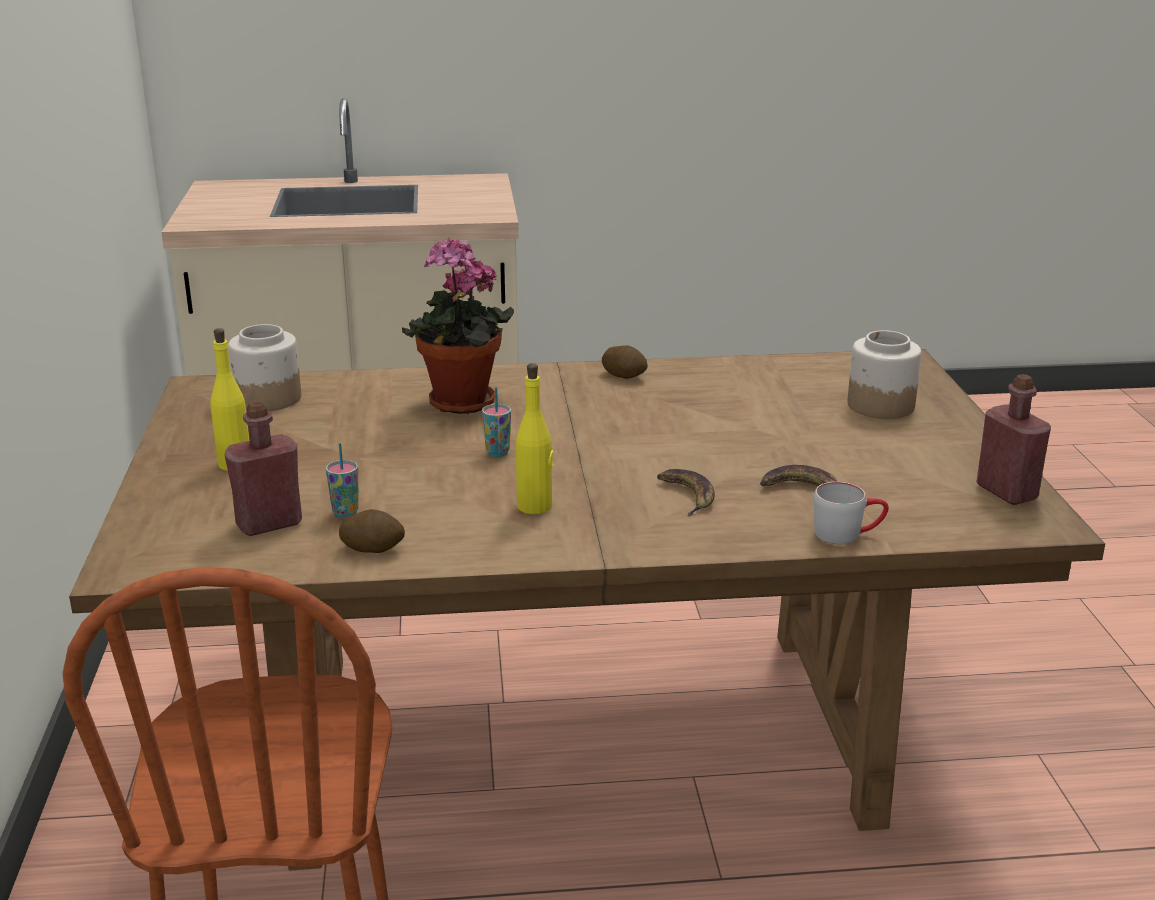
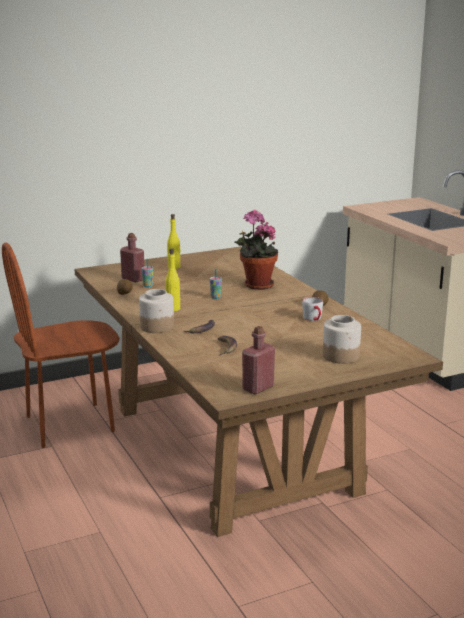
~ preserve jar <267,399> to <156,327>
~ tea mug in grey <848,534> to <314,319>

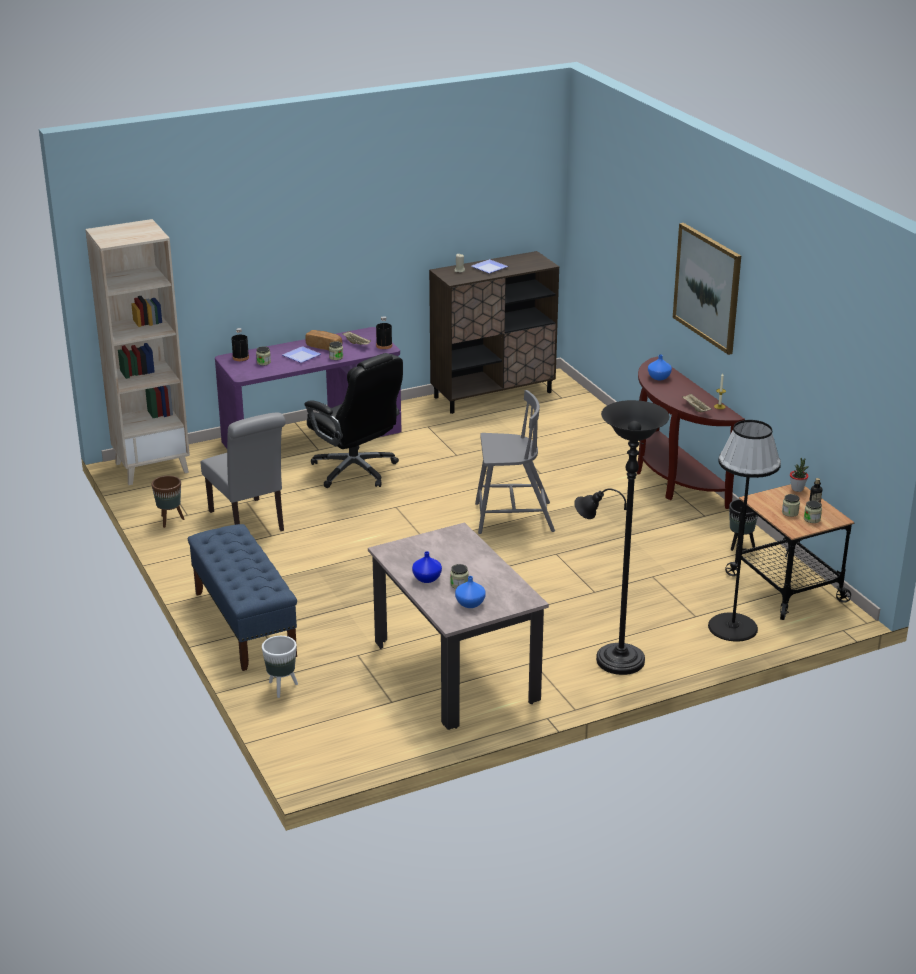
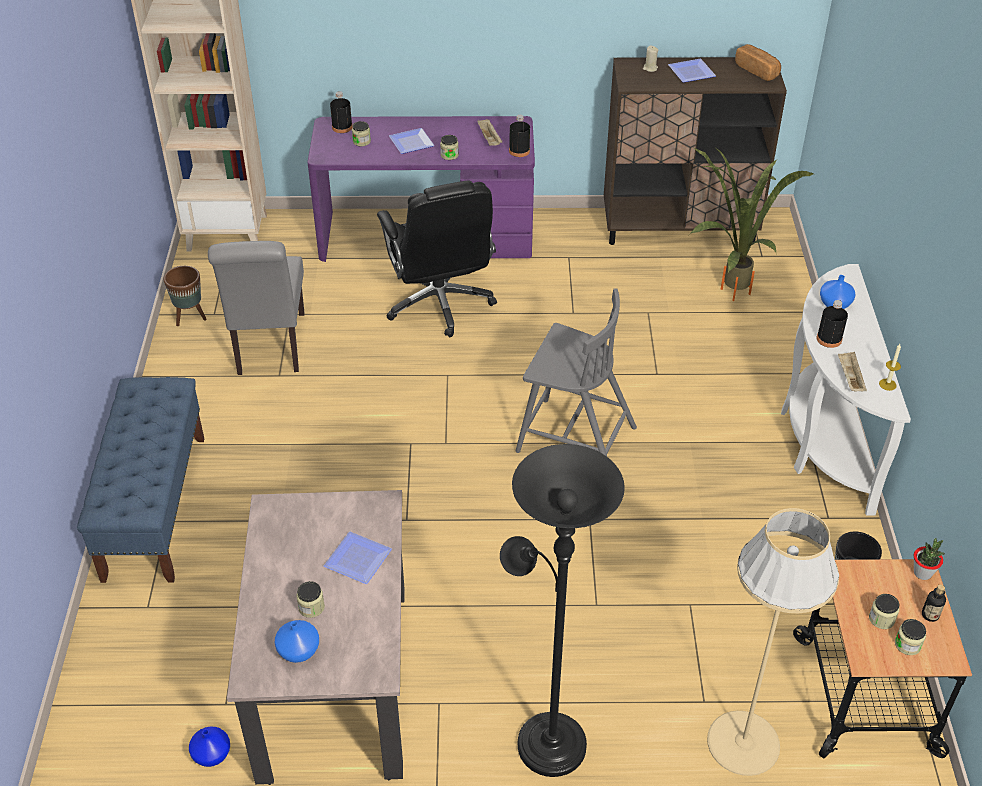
~ vase in bluish <427,579> to <211,755>
+ flat dish <360,559>
+ plant in a pot <726,292>
~ standing lamp in black <733,627> to standing lamp in beige-coloured <743,743>
~ bread <324,347> to <757,70>
~ hall table in brownish <673,480> to hall table in whitish <824,439>
+ bottle in black <829,339>
- plant pot in whitish <281,688>
- wall art <707,287>

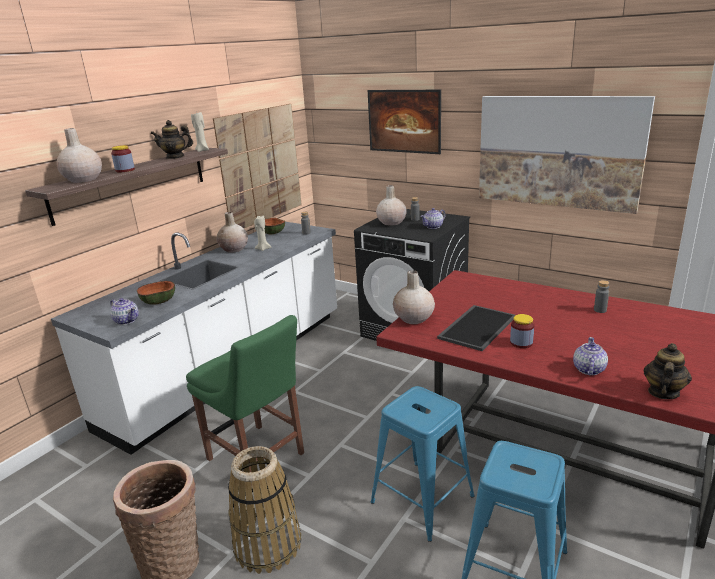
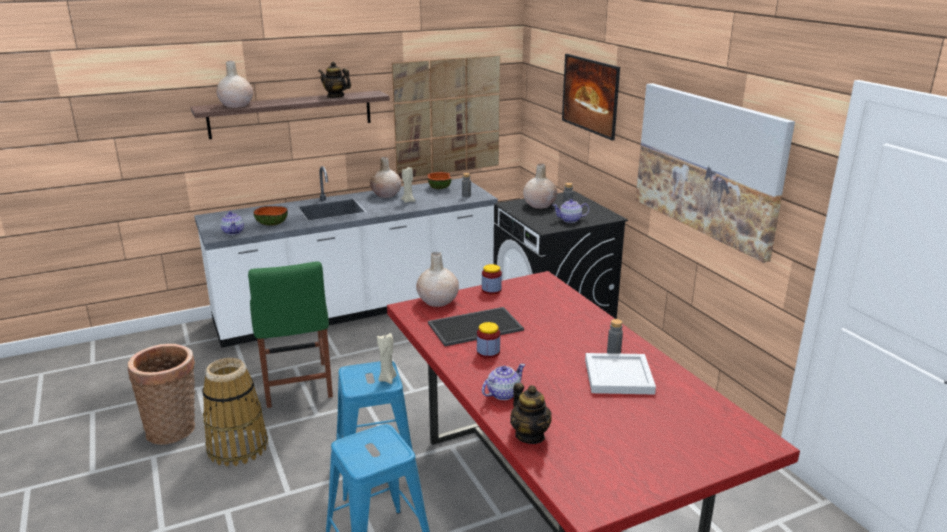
~ wax candle in beige-coloured <203,150> to <388,379>
~ preserve jar <125,170> to <491,290>
~ teapot <663,392> = <530,435> 90 degrees clockwise
+ carrying tray in whitish <617,377>

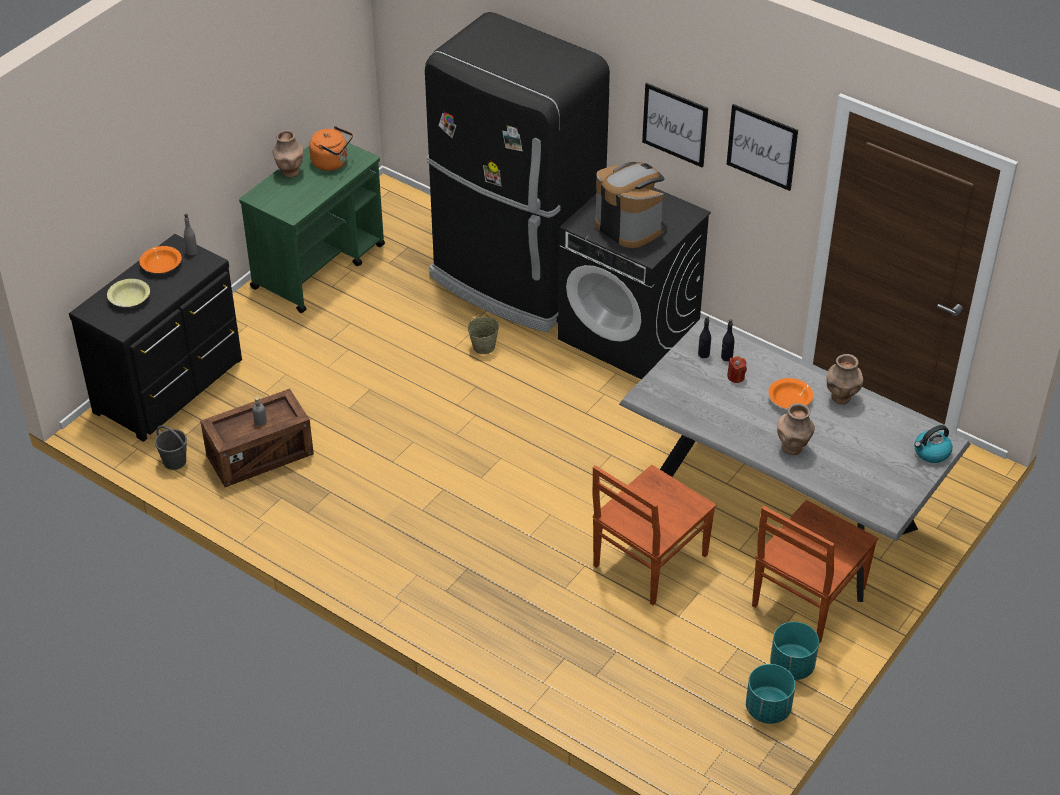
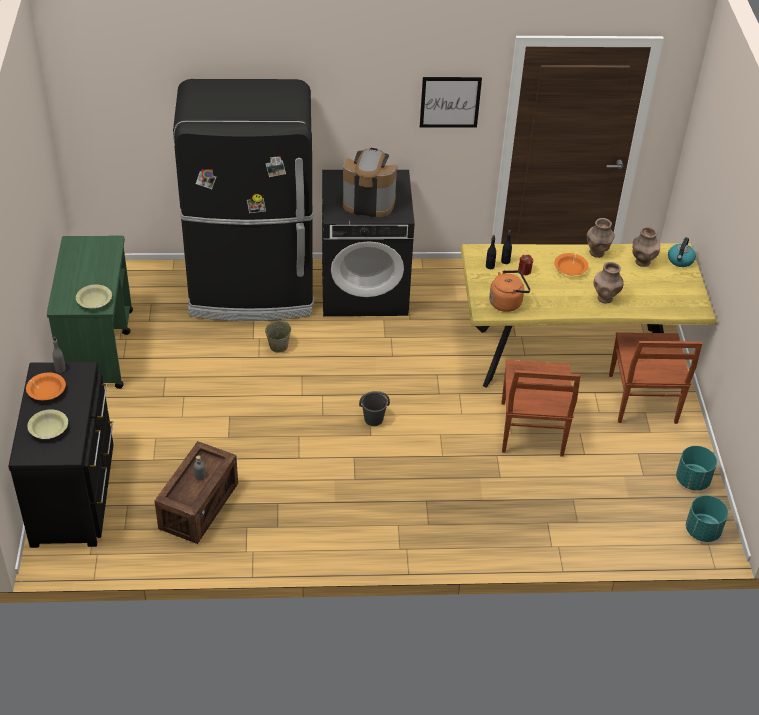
+ deep dish in yellow <94,301>
~ pail in grey <174,461> to <373,419>
~ kitchen table in grey <781,509> to kitchen table in yellow <571,353>
~ water kettle in orangey <332,163> to <507,302>
~ vase in brownish <290,172> to <642,262>
~ plant pot in turquoise-coloured <791,666> to <702,531>
- wall art <675,124>

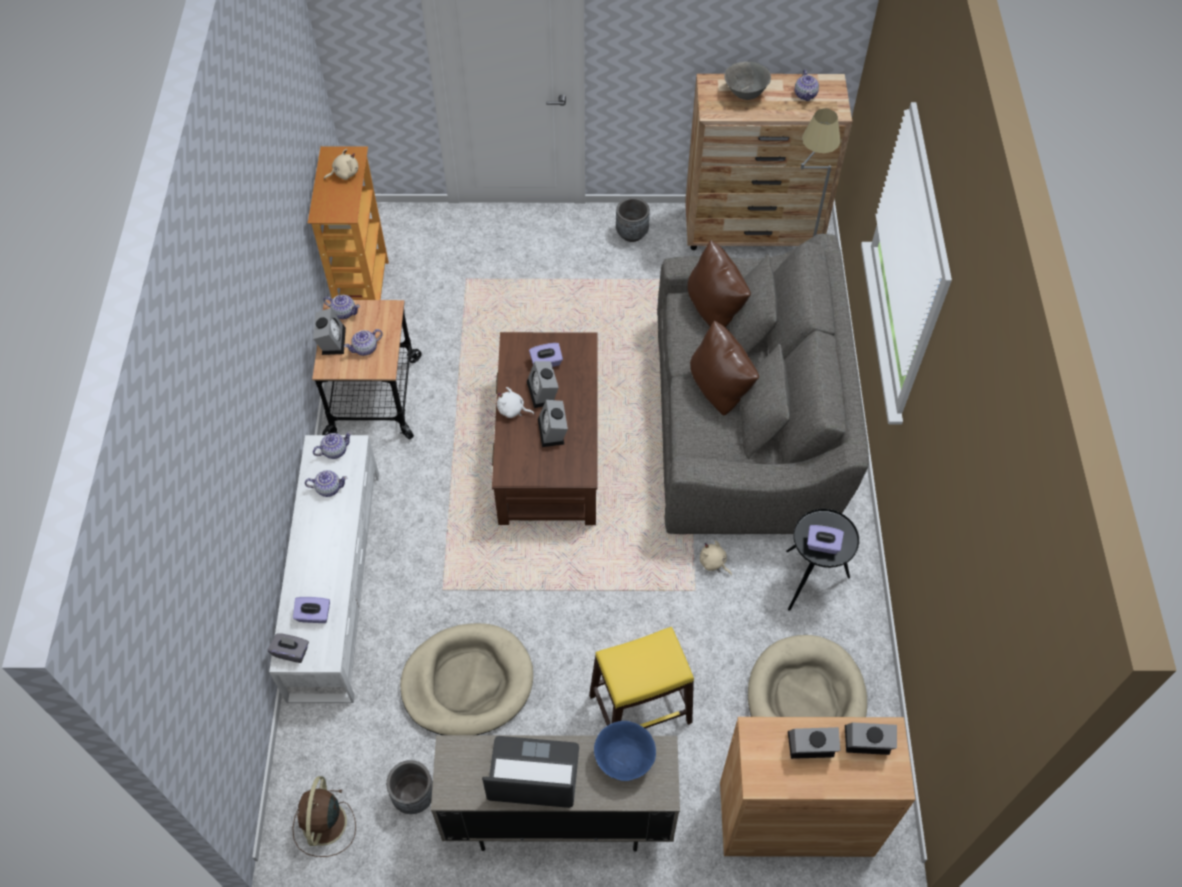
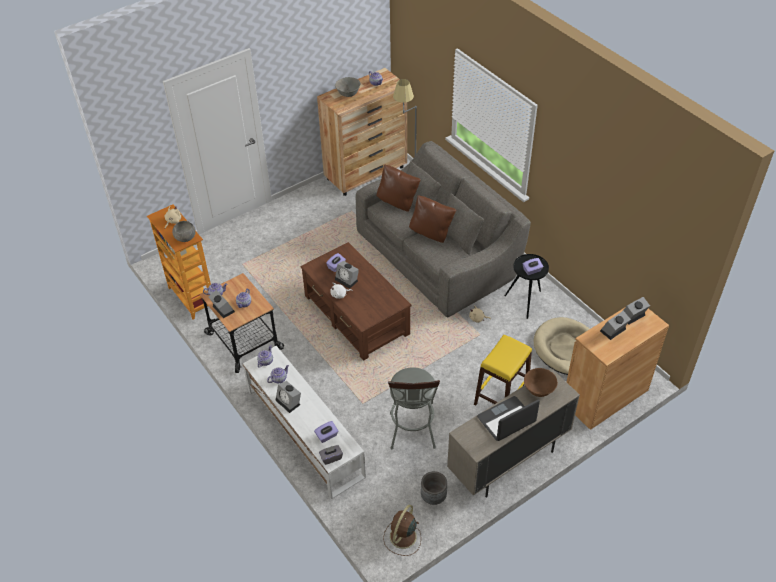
+ deep dish in grey <185,237>
~ bedside clock <553,432> to <289,402>
~ cooling fan in brownish <324,825> = <402,537> 60 degrees clockwise
~ dog bed in beige-coloured <467,682> to sitting stool in grey <412,434>
~ deep dish in bluish <624,759> to deep dish in brownish <539,390>
- plant pot in grey <632,233>

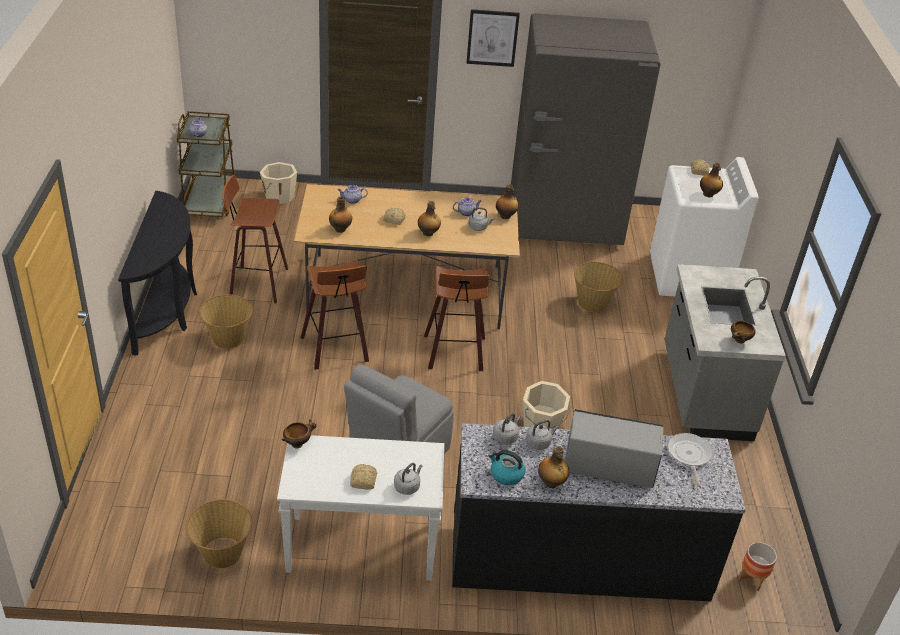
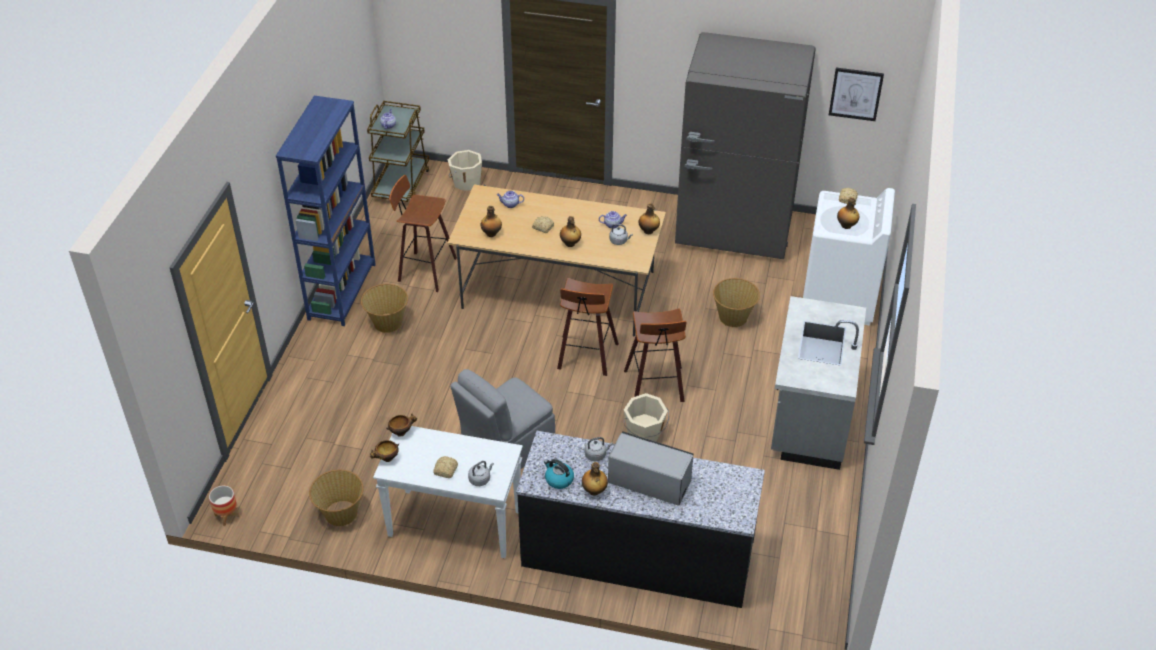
~ plant pot <752,579> to <227,516>
~ hall table in black <168,310> to shelving unit in bluish <342,291>
~ deep dish <739,341> to <387,459>
~ sitting stool <337,350> to <656,387>
~ wall art <492,38> to <855,94>
- water kettle in grey <506,437>
- skillet <689,455>

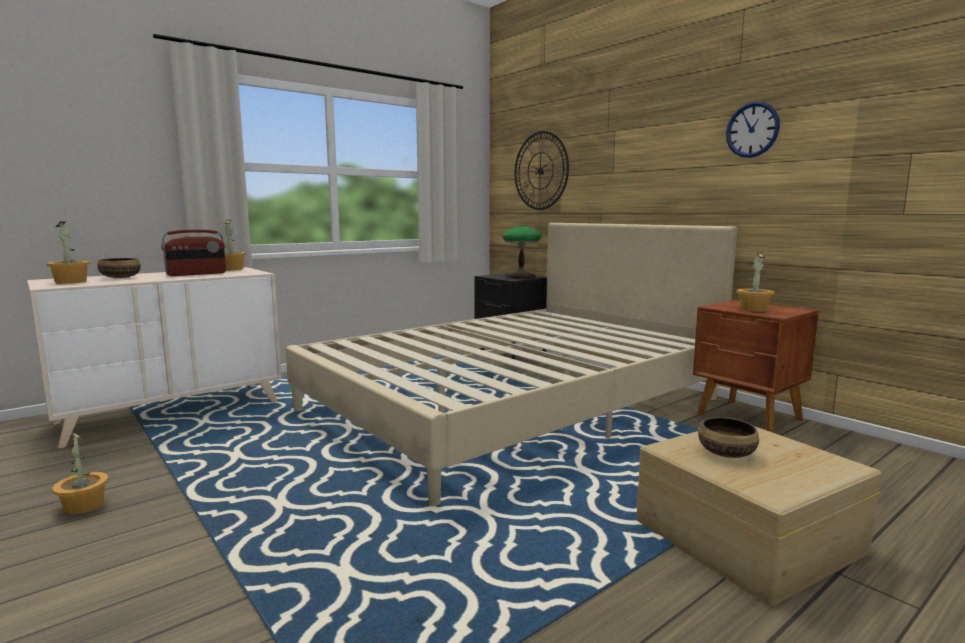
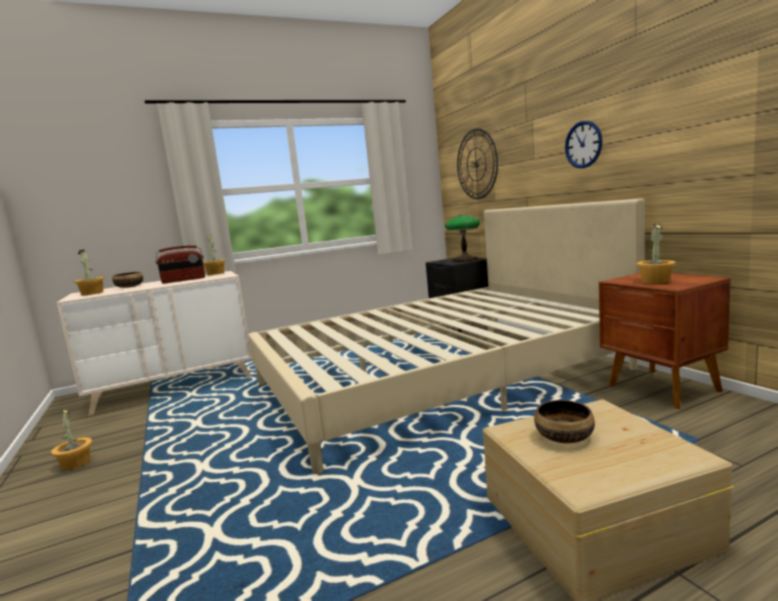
~ wall clock <752,130> to <583,144>

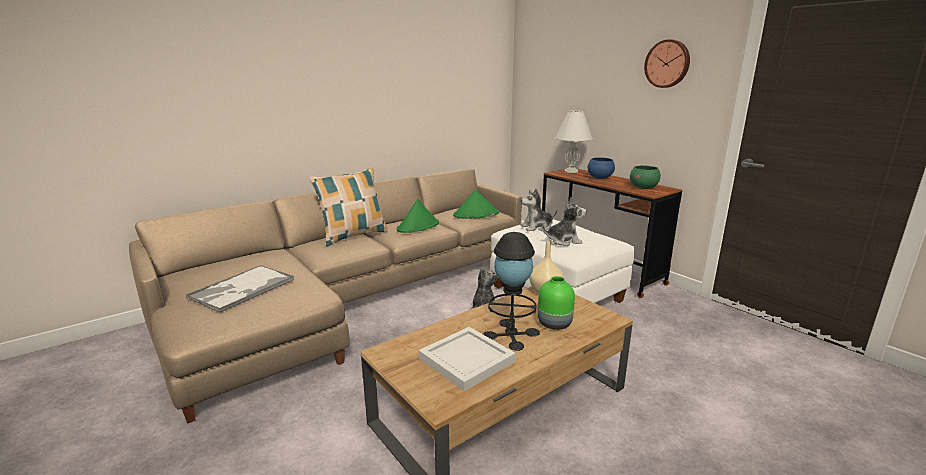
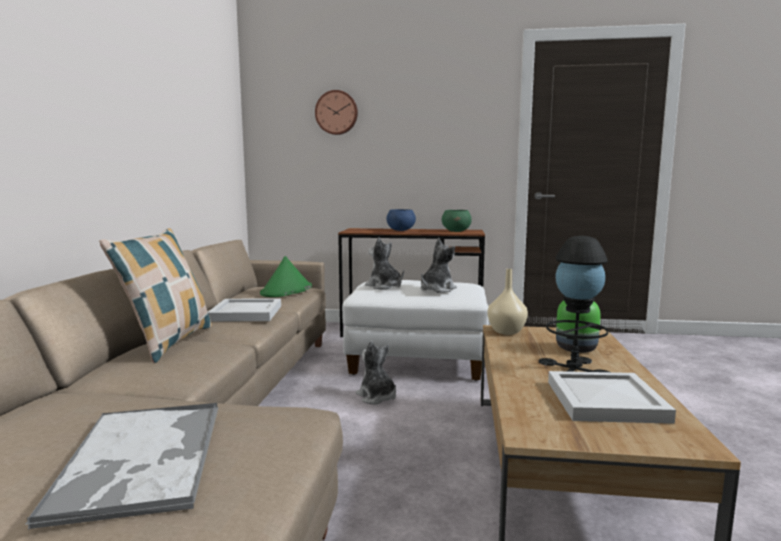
~ hat in greenish <418,226> to carrying tray in whitish <245,313>
~ wall clock <667,64> to <336,113>
~ soft toy <537,227> = <384,286> 105 degrees clockwise
- table lamp in whitish <571,171>

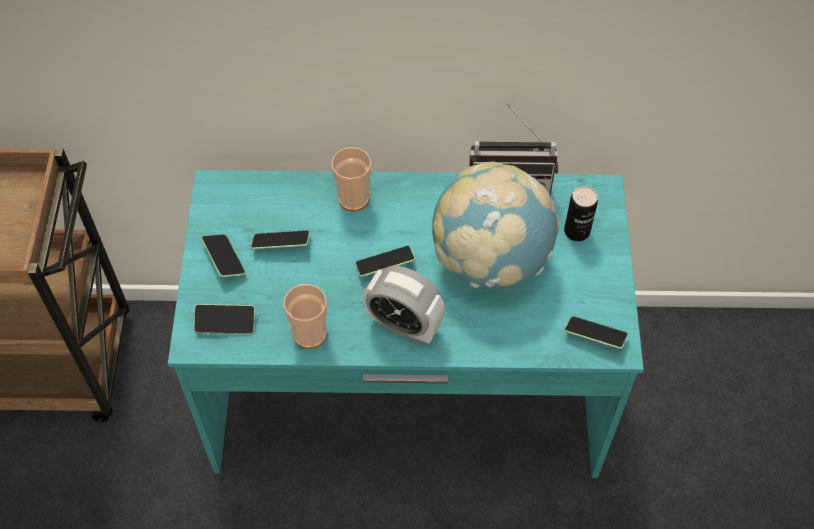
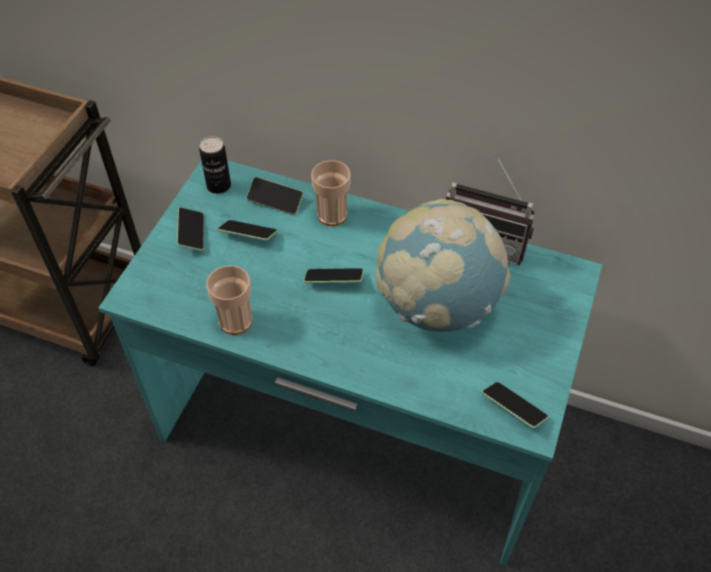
~ can <577,231> to <219,186>
~ phone <225,323> to <275,201>
- bedside clock <404,325>

